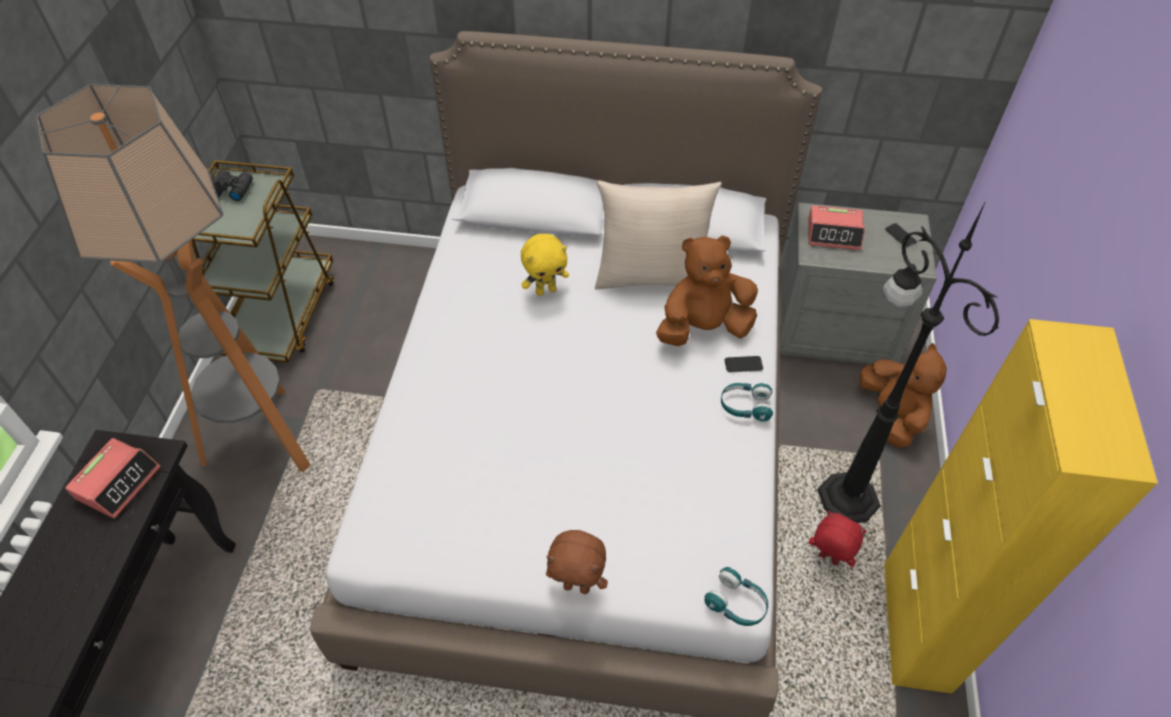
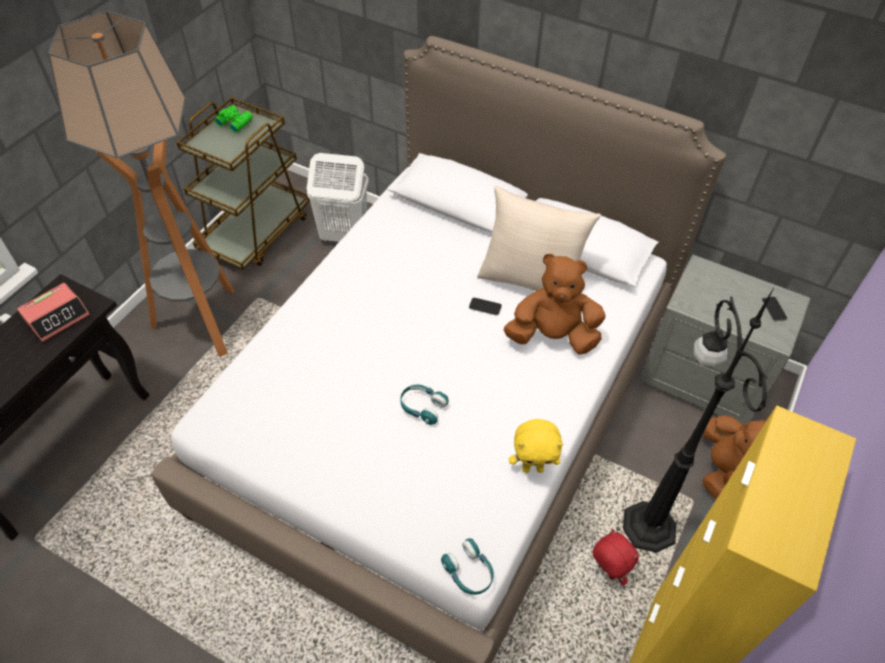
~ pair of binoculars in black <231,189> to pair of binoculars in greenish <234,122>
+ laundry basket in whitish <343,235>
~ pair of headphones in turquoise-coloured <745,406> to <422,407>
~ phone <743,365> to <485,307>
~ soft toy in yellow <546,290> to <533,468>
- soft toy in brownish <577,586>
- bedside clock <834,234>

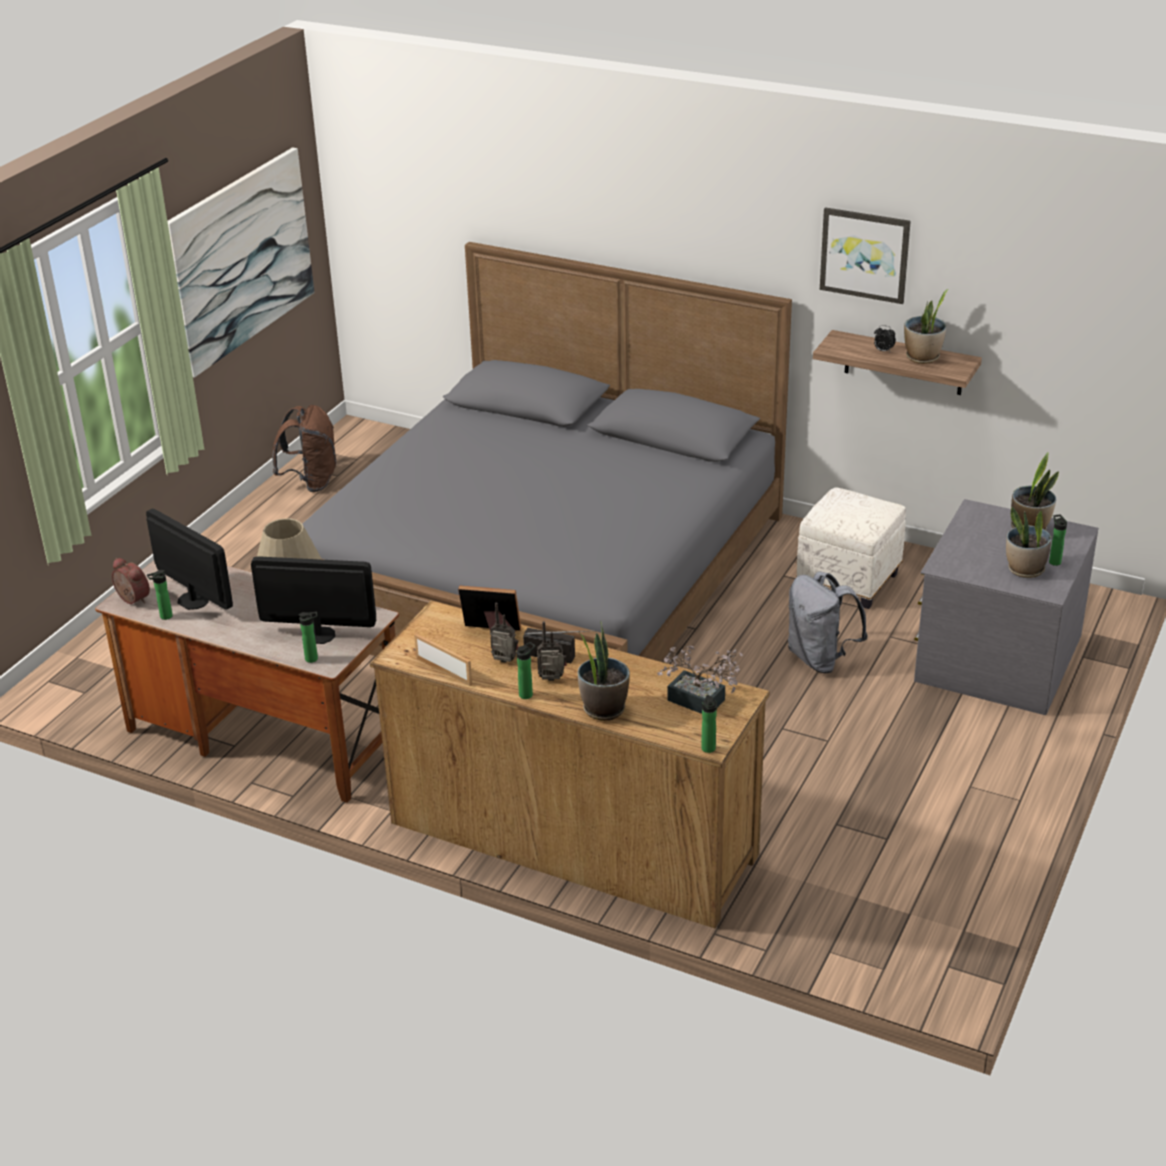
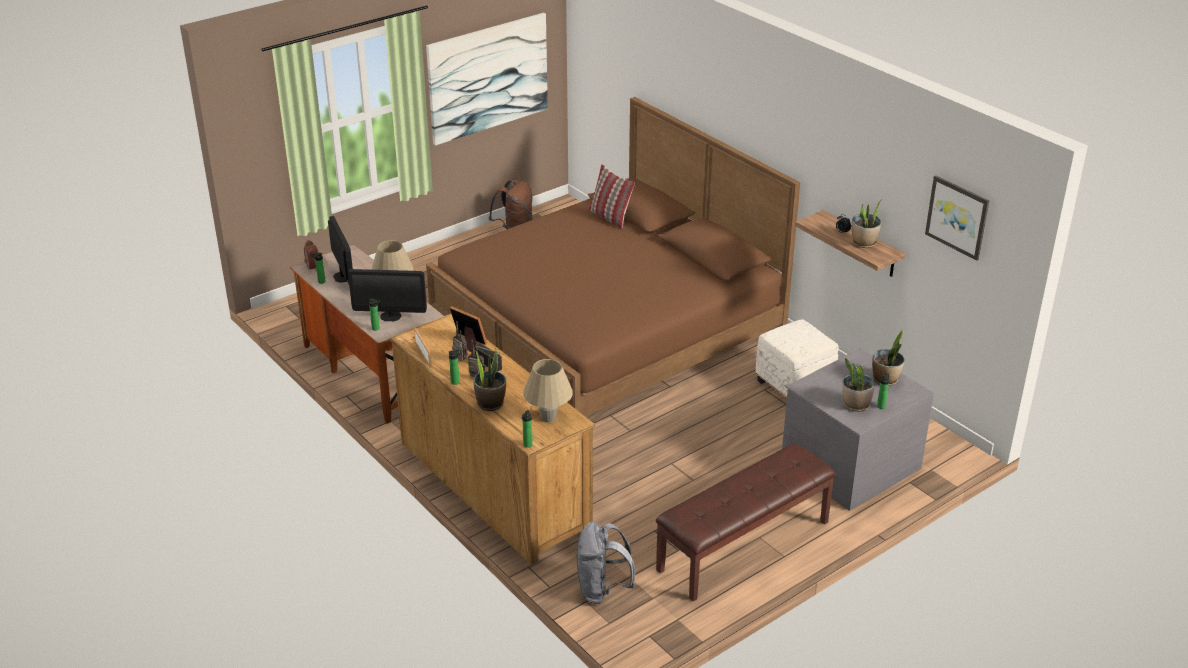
~ monitor <318,635> = <390,316> 150 degrees clockwise
~ sleeping bed in grey <545,571> to sleeping bed in brownish <607,324>
~ plant in a pot <701,703> to table lamp in beige-coloured <548,418>
~ backpack in grey <820,659> to <602,590>
+ cushion <610,217>
+ indoor bench in brownish <744,546>
~ wall art <865,254> to <957,217>

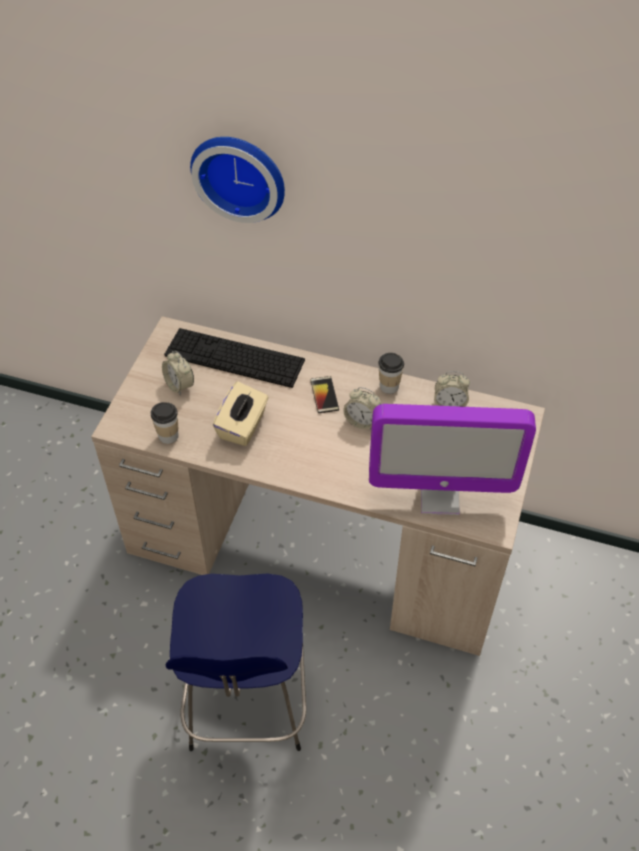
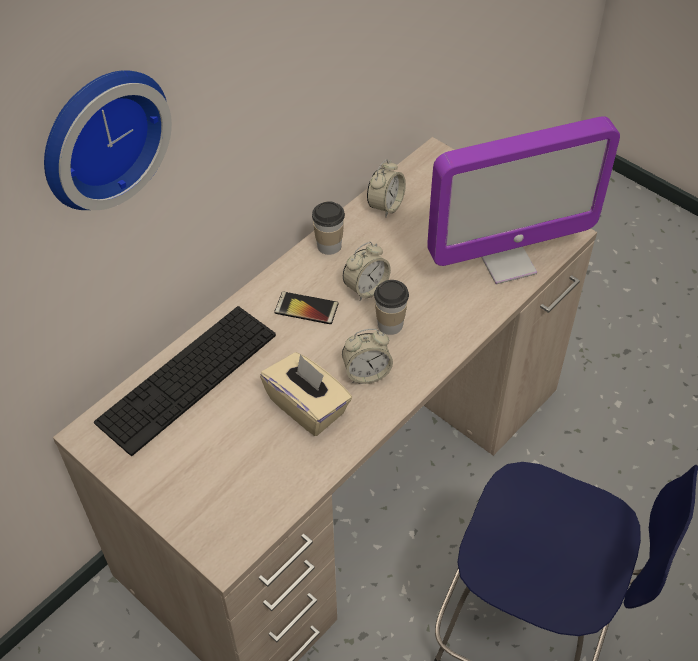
~ bedside clock <179,385> to <366,373>
~ small cup <168,435> to <390,324>
~ monitor <439,497> = <506,262> 45 degrees clockwise

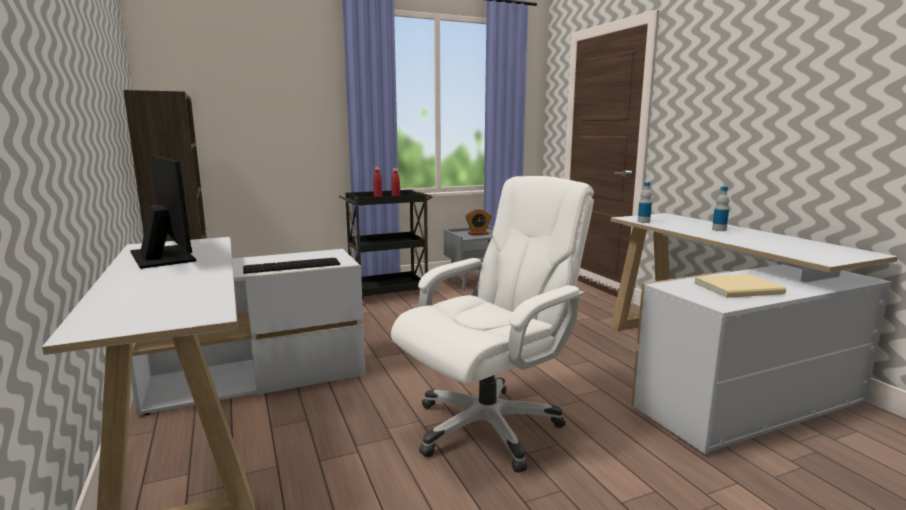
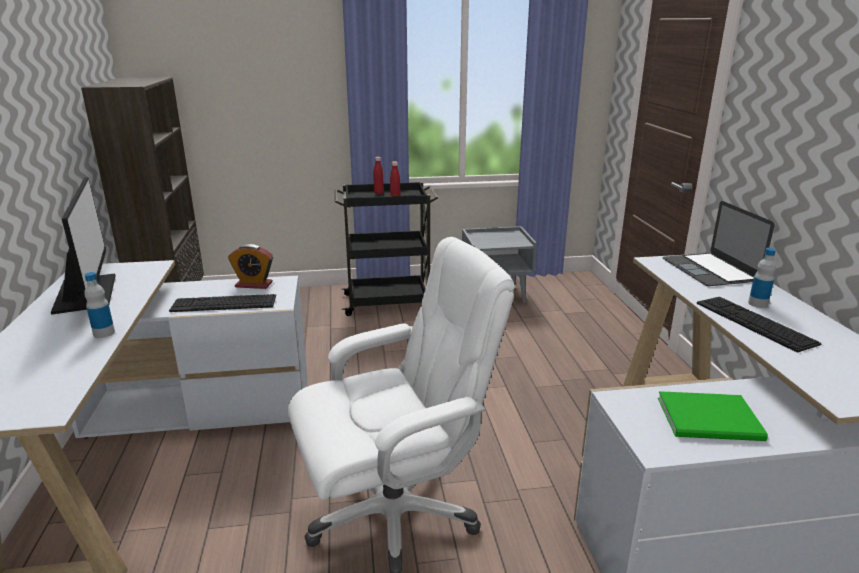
~ bottle <643,221> to <104,333>
~ bedside clock <478,233> to <254,284>
~ bound book in beige-coloured <740,288> to bound book in greenish <712,420>
+ portable computer <709,270>
+ computer keyboard <754,322>

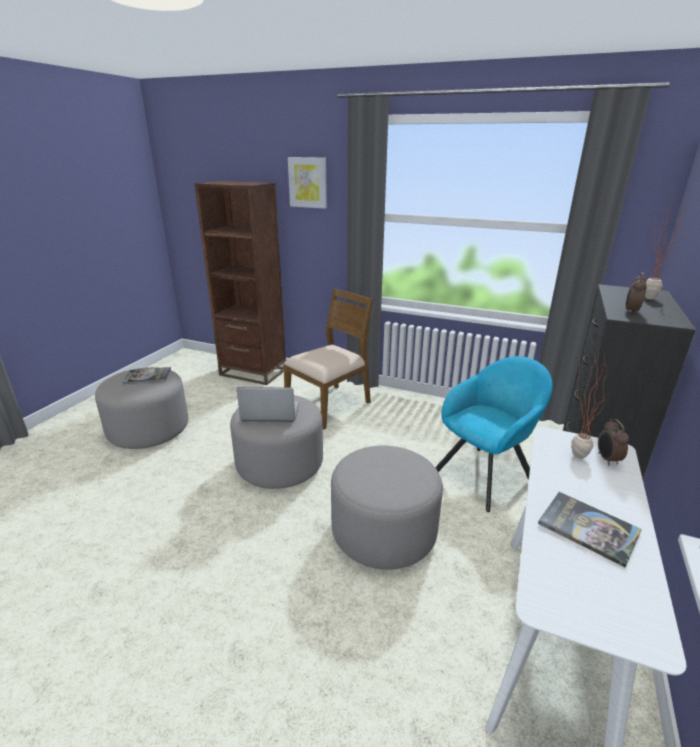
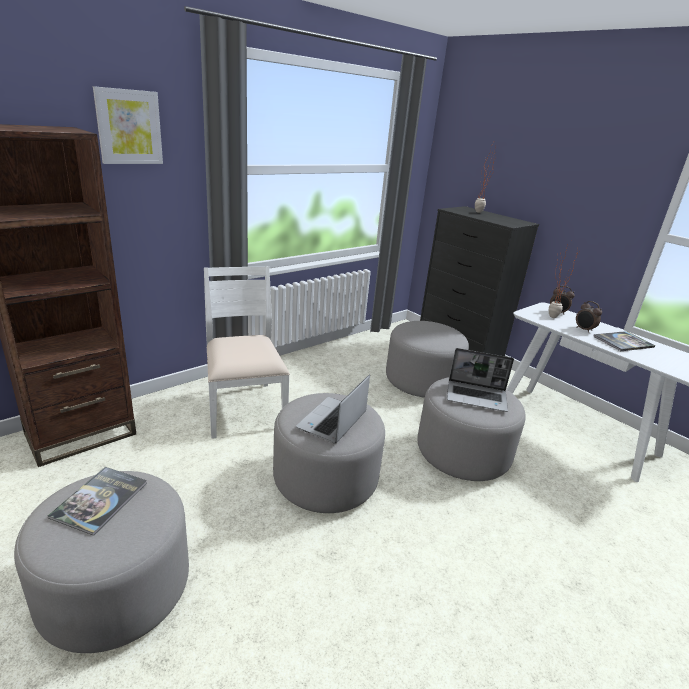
~ upright chair in brownish <329,405> to upright chair in whitish <244,408>
~ lounge chair in turquoise-coloured <486,474> to ottoman in grey <422,381>
+ portable computer <477,397>
~ bedside clock <630,311> to <584,330>

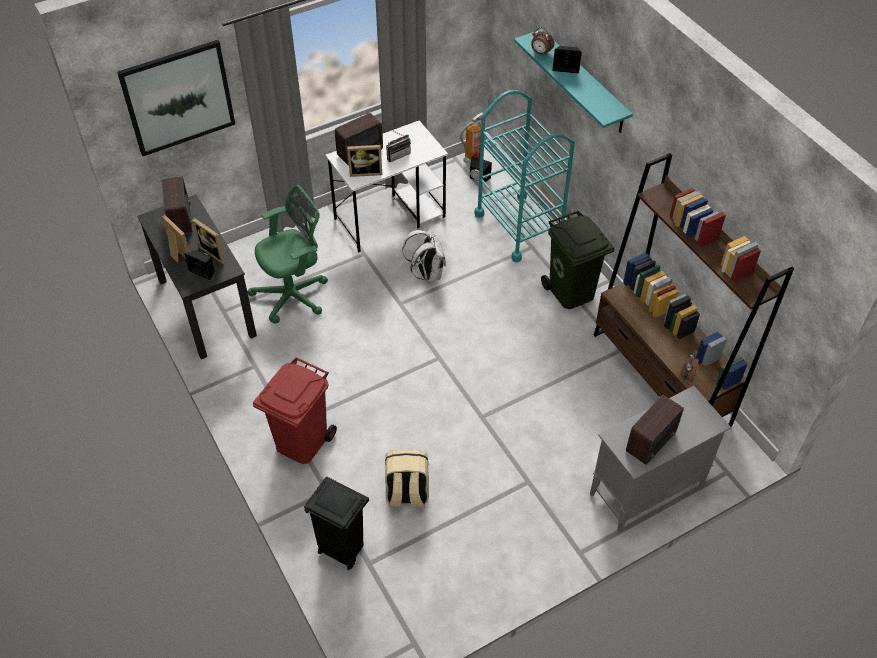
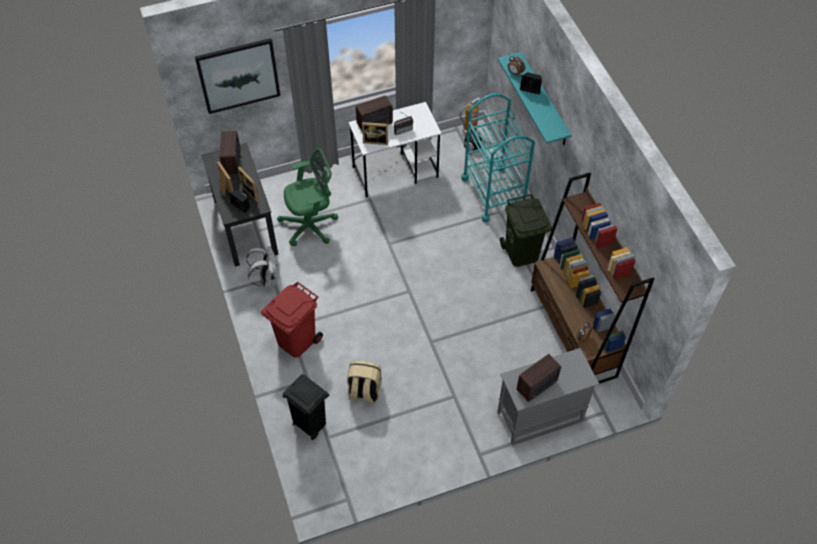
~ backpack in whitish <427,274> to <267,279>

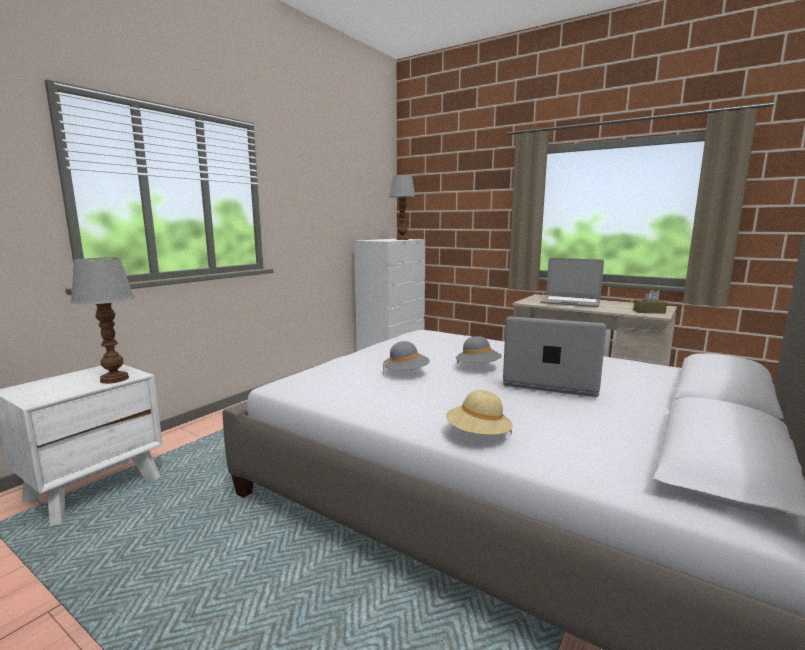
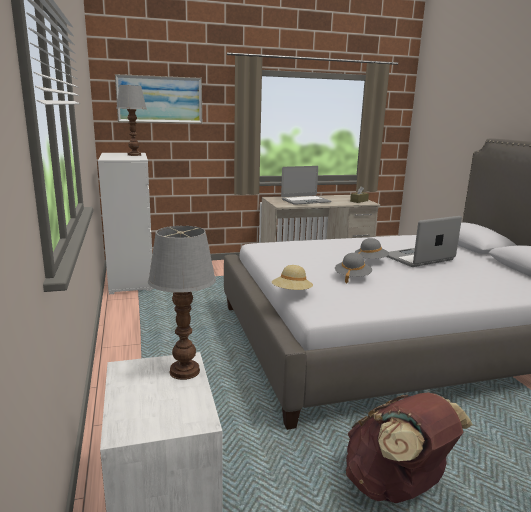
+ wall art <160,99>
~ hat in beige-coloured <478,435> to <291,293>
+ backpack in brownish <395,486>

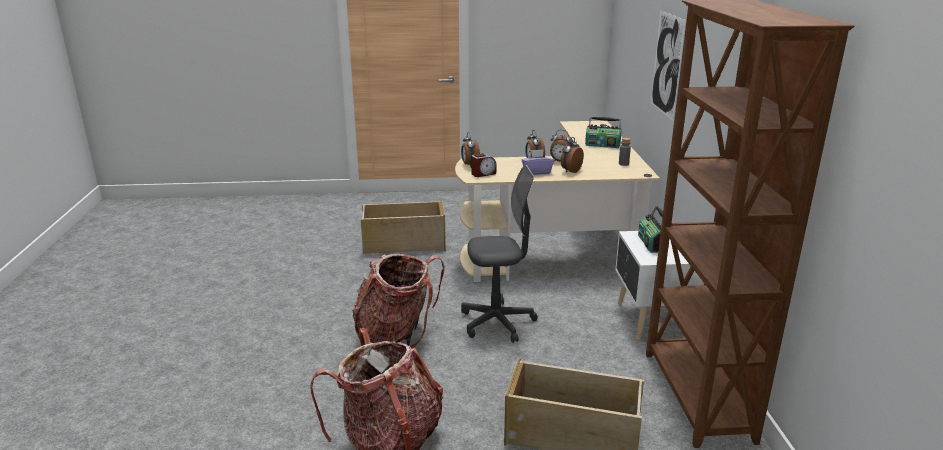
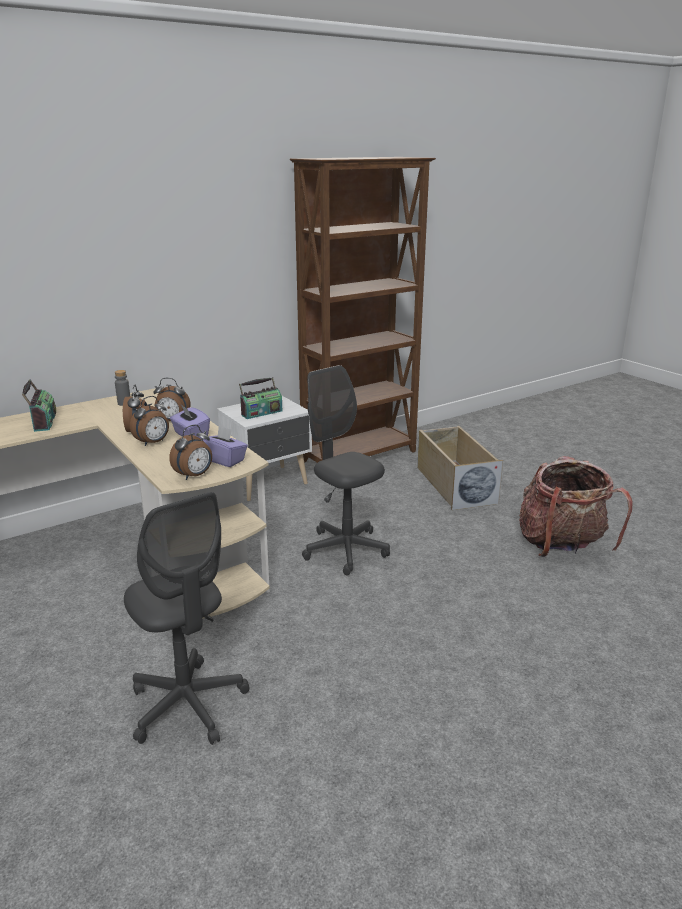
~ storage container in beige-coloured <403,244> to computer chair in grey <188,705>
~ bedside clock <483,174> to tissue box in purple-coloured <224,460>
- backpack <396,334>
- wall art <667,64>

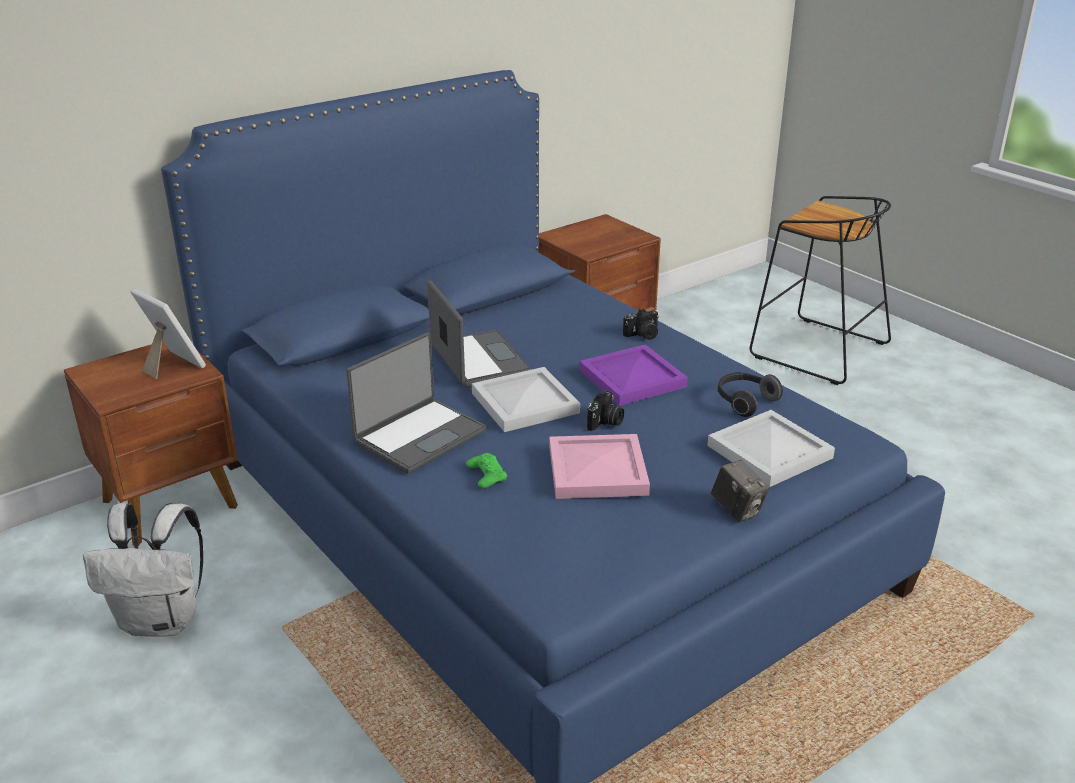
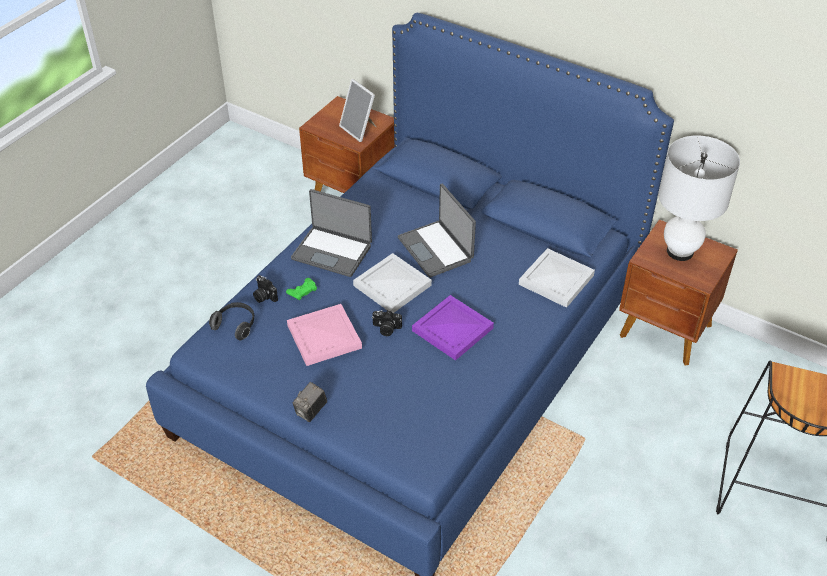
~ pair of headphones <744,402> to <236,325>
~ still camera <642,335> to <264,296>
~ picture frame <171,365> = <359,130> 120 degrees clockwise
~ portable computer <477,361> = <436,249> 105 degrees clockwise
~ carrying tray in whitish <769,453> to <555,280>
+ table lamp in whitish <679,252>
- backpack in whitish <162,621>

